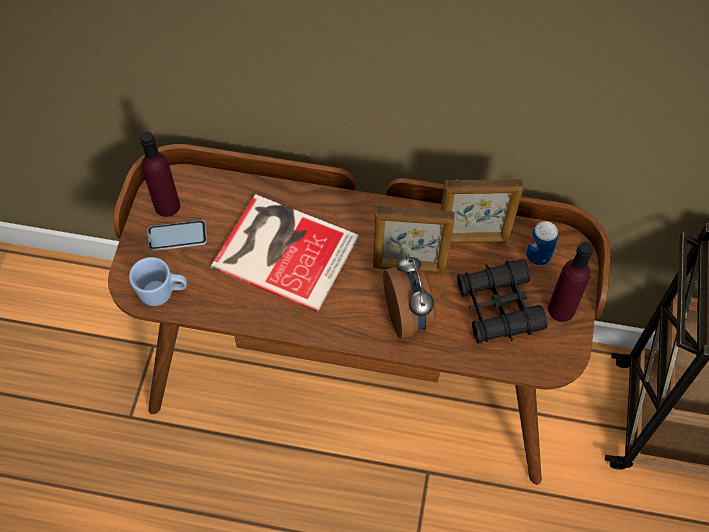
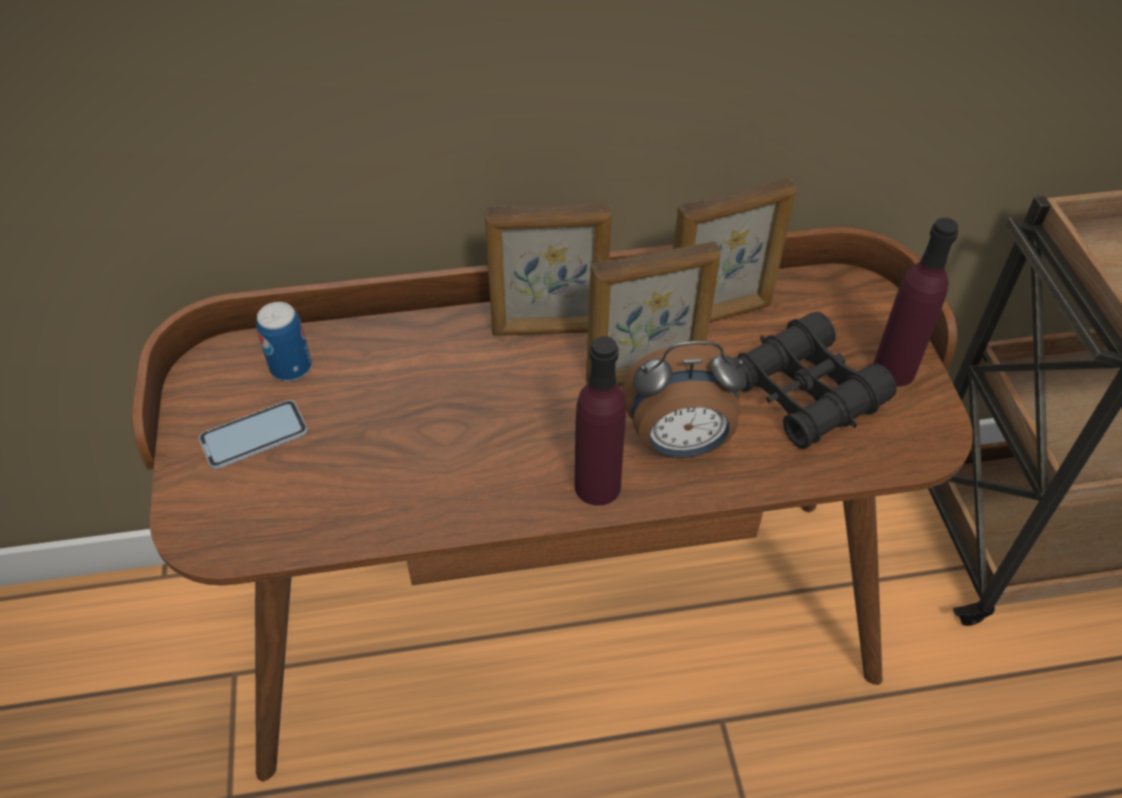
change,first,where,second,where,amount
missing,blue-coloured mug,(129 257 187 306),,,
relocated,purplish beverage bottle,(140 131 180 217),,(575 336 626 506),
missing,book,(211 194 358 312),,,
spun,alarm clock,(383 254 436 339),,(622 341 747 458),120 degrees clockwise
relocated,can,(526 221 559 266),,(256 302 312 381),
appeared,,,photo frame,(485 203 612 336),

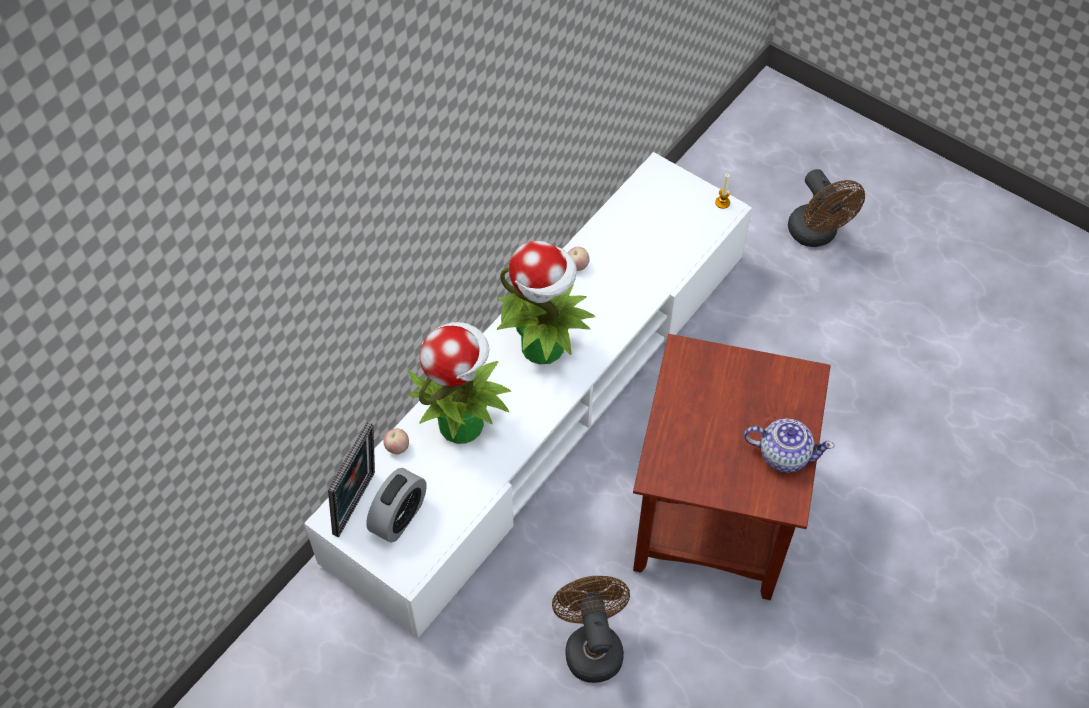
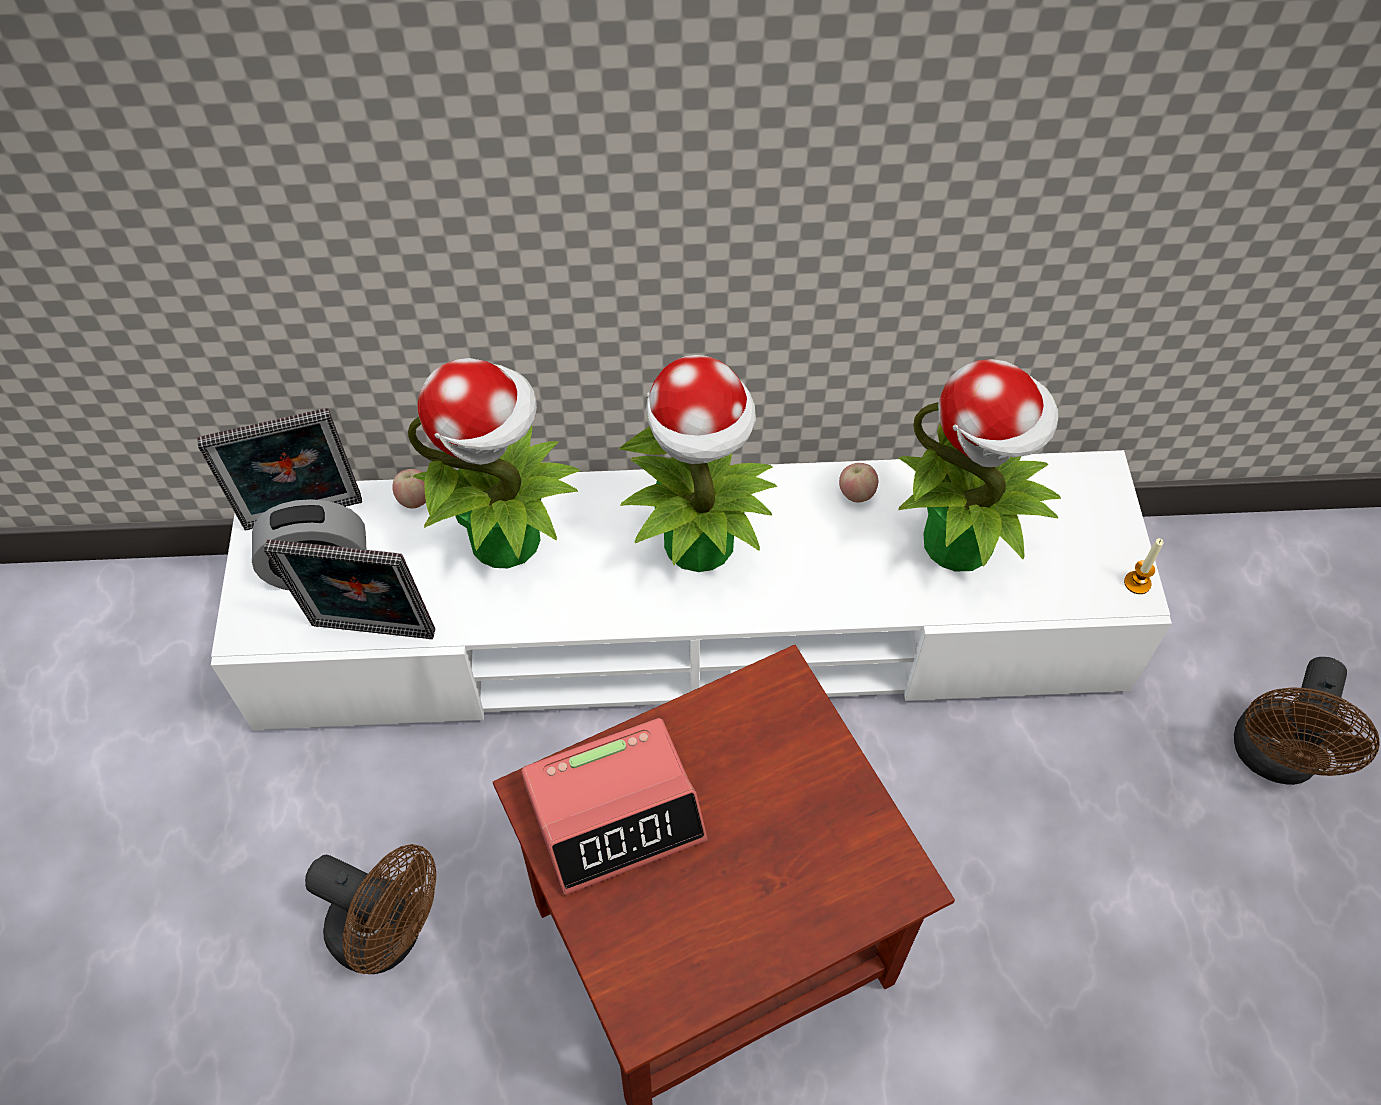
change,first,where,second,where,amount
spun,brown-coloured cooling fan,(552 576 630 683),,(305 844 436 974),75 degrees clockwise
missing,tea pot,(744 418 834 473),,,
appeared,,,photo frame,(264 539 436 639),
appeared,,,alarm clock,(522 718 708 895),
appeared,,,plant in a pot,(898 359 1061 571),

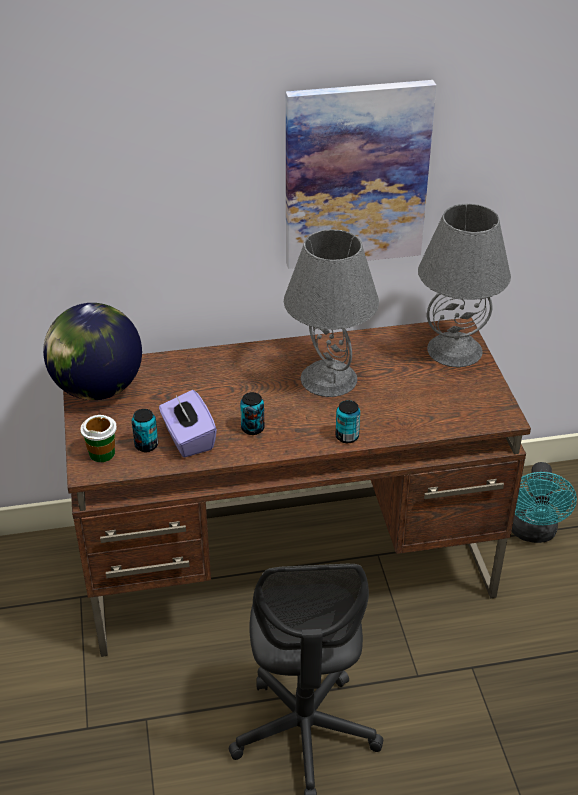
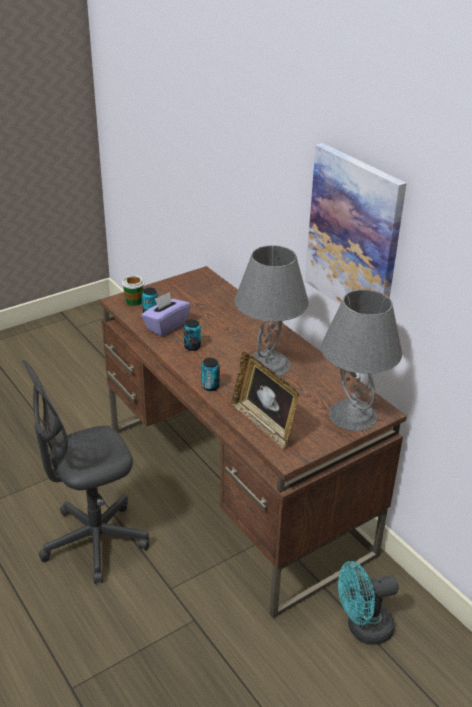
change,first,where,second,where,amount
missing,world globe,(43 303 142 400),,,
appeared,,,photo frame,(231 352 299 450),

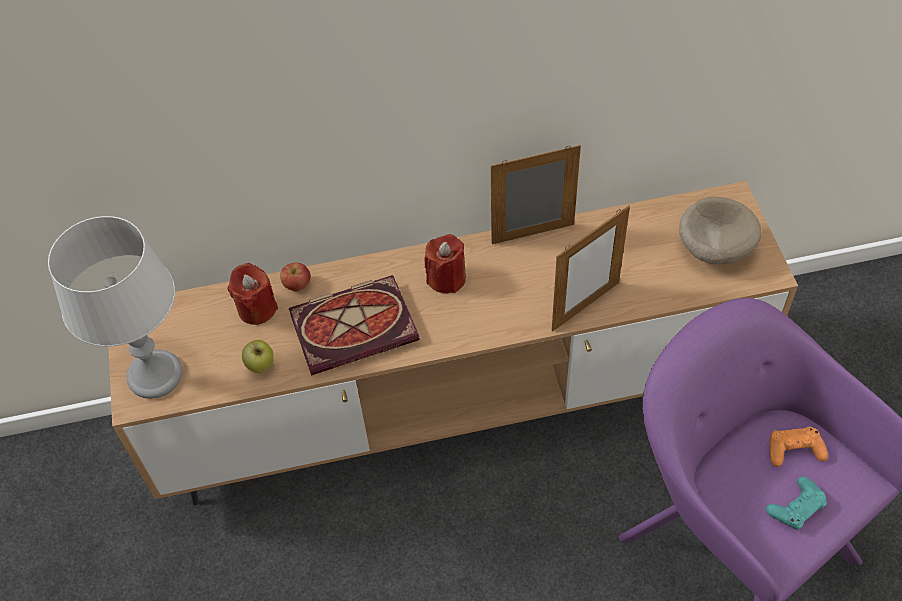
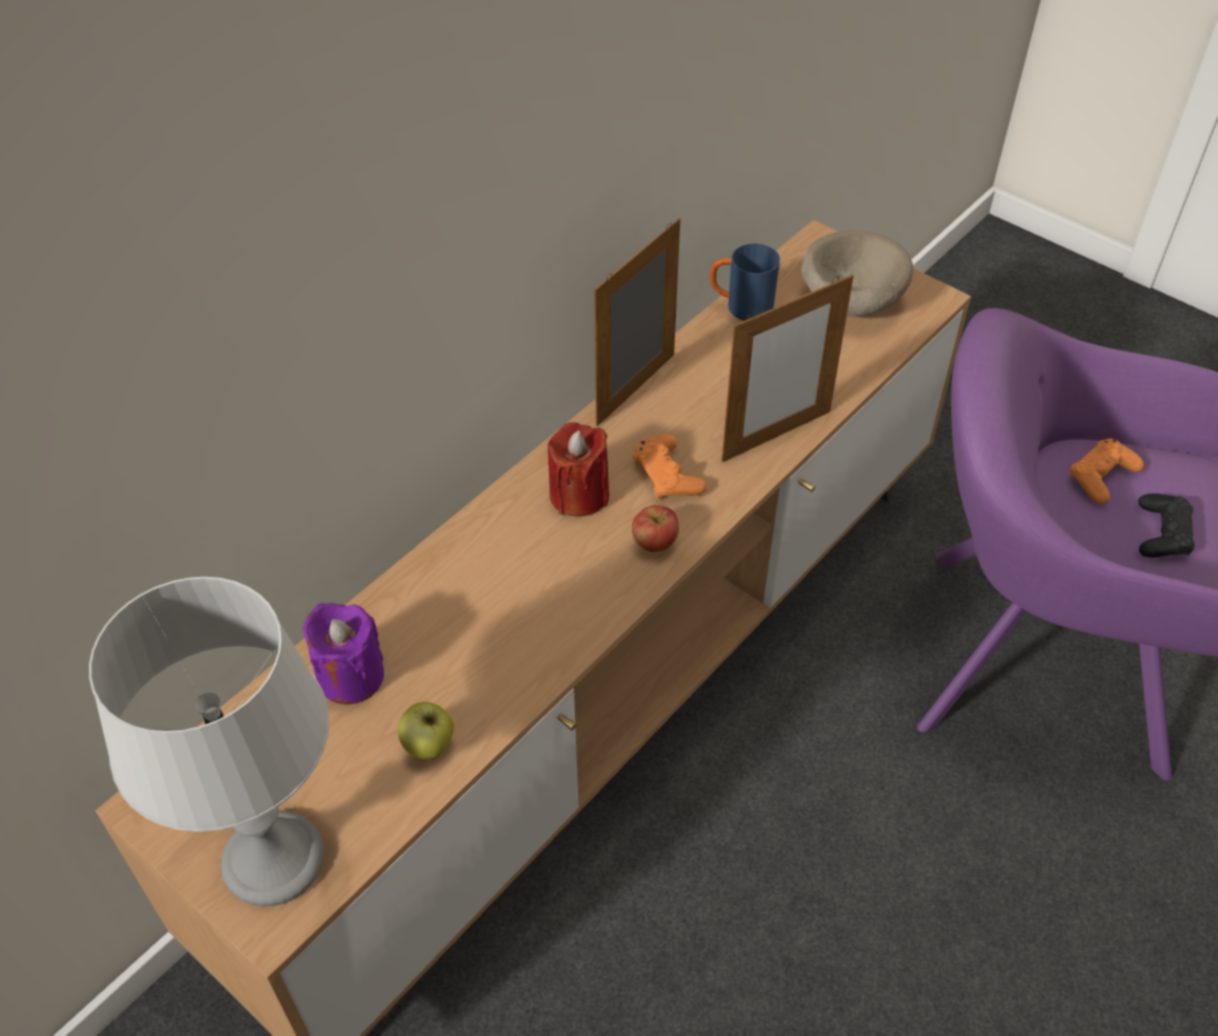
change,first,where,second,where,amount
colour,reddish wax candle,(227 263 278 325),purplish wax candle,(303 603 384 705),
relocated,whole apple,(280 263 311 291),,(632 505 679 552),
missing,book,(289 275 420 376),,,
spun,photo frame,(552 206 630 331),,(722 275 854 462),45 degrees clockwise
colour,turquoise-coloured gamepad,(766 476 827 530),black gamepad,(1138 494 1195 557),
appeared,,,orange gamepad,(633 434 707 499),
appeared,,,blue-coloured mug,(710 244 780 321),

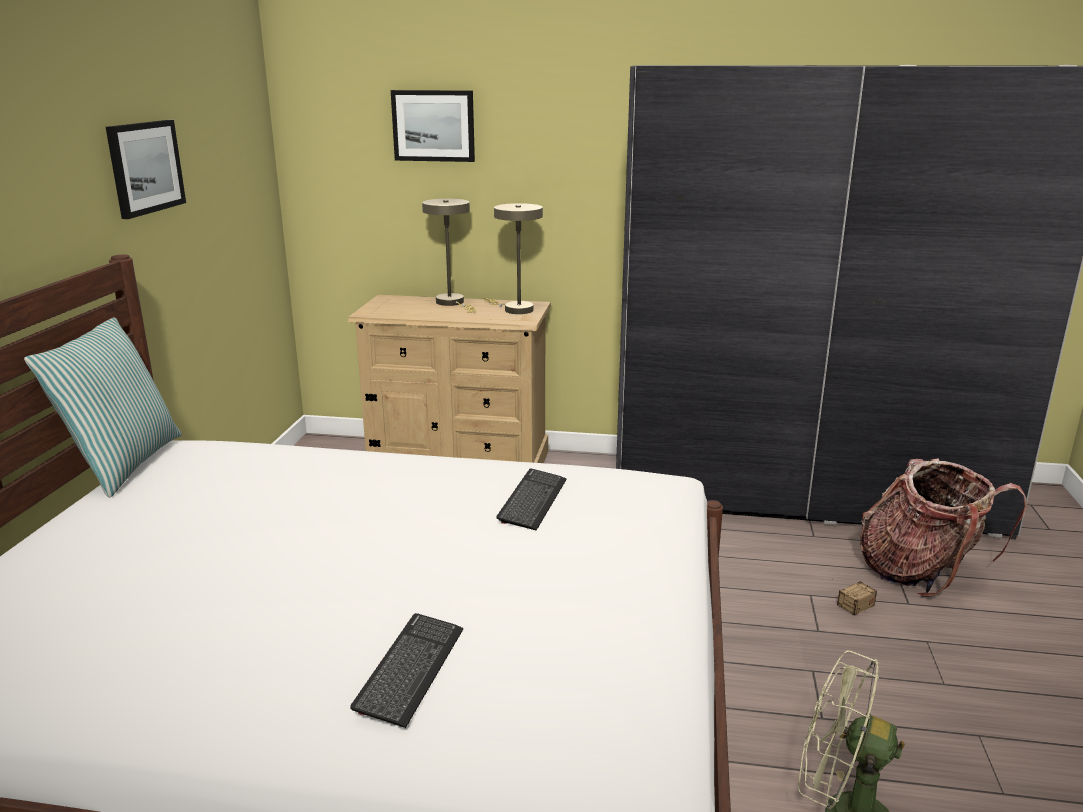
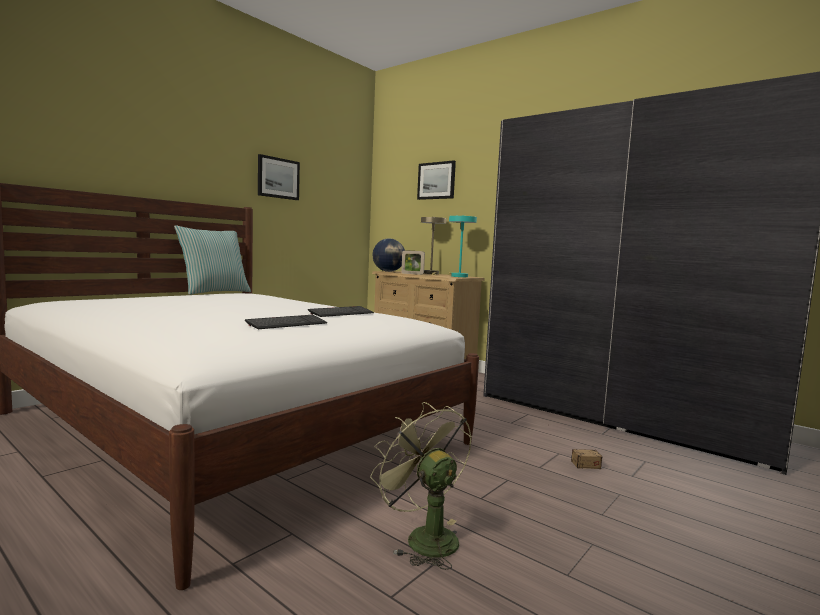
change,first,where,second,where,amount
relocated,computer keyboard,(350 613 463 728),,(245 315 327 329),
colour,beige tabletop lamp,(483 203 543 314),turquoise-coloured tabletop lamp,(449 216 477 277),
missing,knapsack,(860 458 1027 597),,,
appeared,,,world globe,(372 238 405 272),
appeared,,,photo frame,(401 250 425 275),

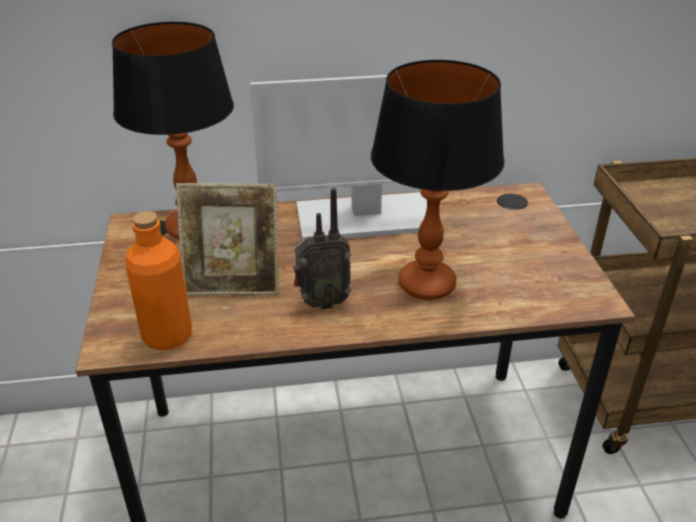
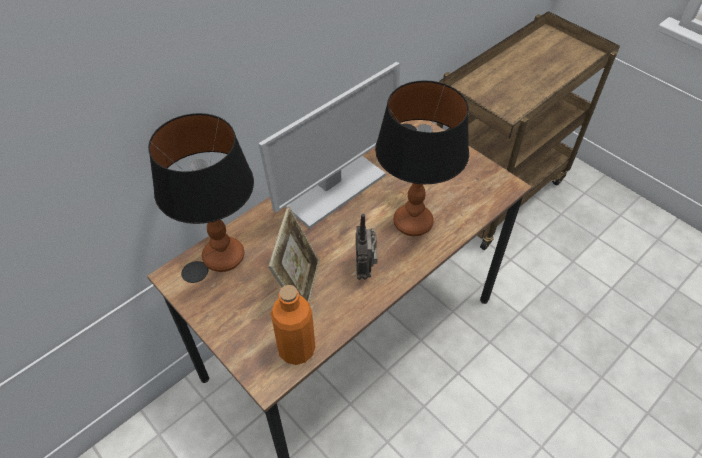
change,first,where,second,where,amount
spun,photo frame,(176 183 279 296),,(268 207 320 303),45 degrees counterclockwise
spun,radio set,(293 188 351 310),,(356 214 377 280),135 degrees clockwise

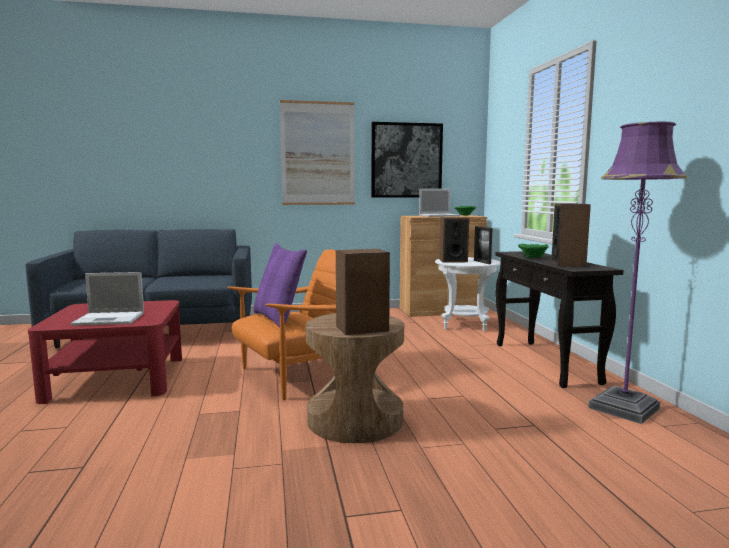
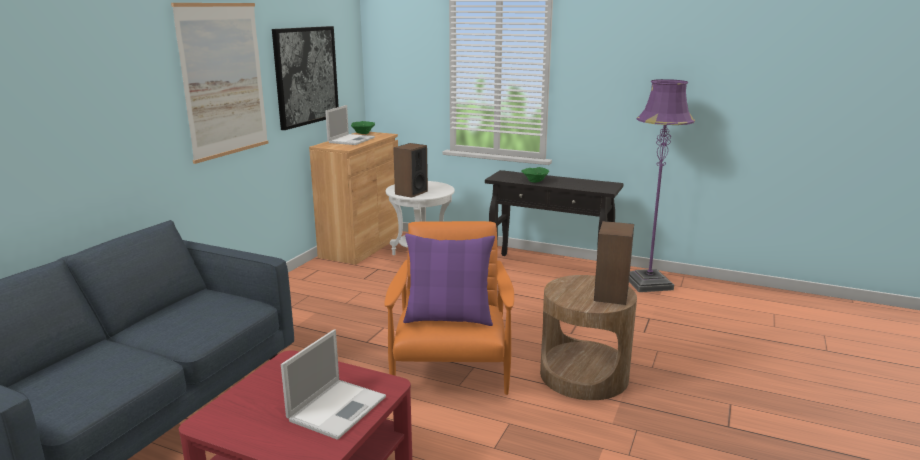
change,first,where,second,where,amount
missing,photo frame,(474 226 492 264),,,
missing,speaker,(551 204 591 267),,,

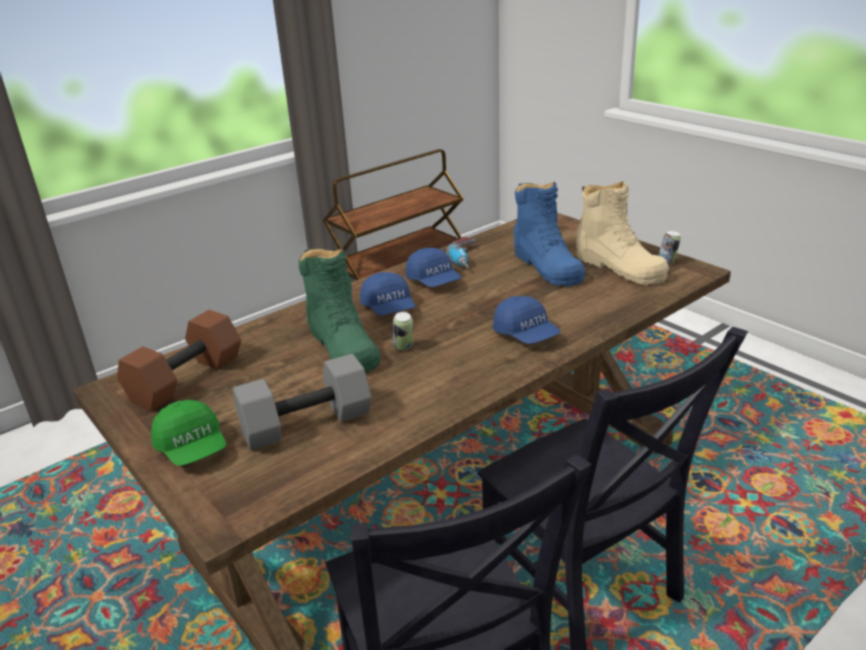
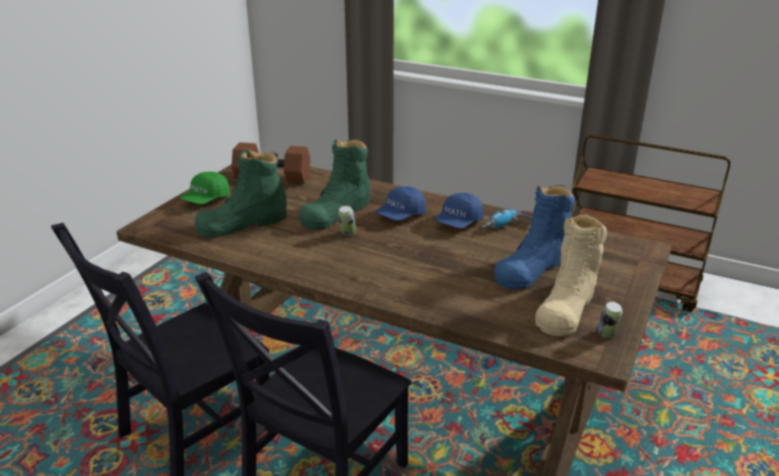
change,first,where,second,where,amount
exchanged,greyish dumbbell,(233 354 372 450),green-coloured high-top boot,(195 149 287 238),
missing,blue-coloured cap,(493 296 560 344),,,

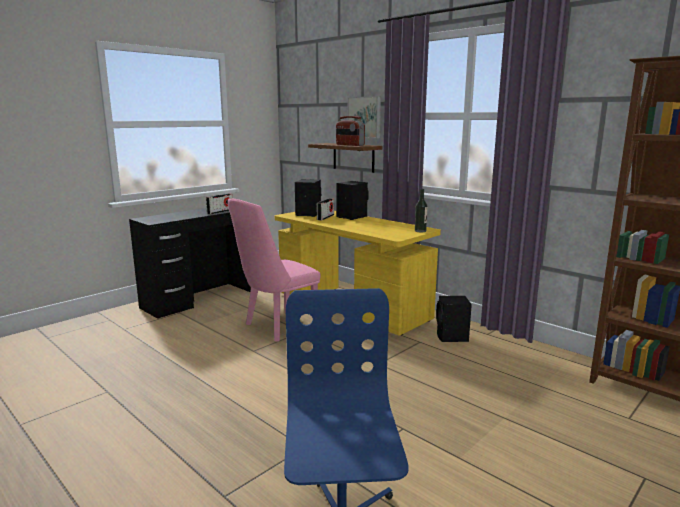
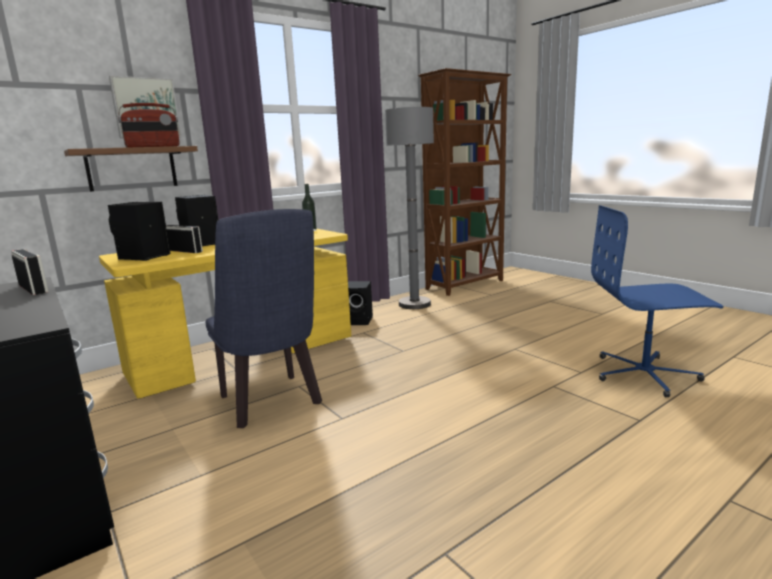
change,first,where,second,where,amount
colour,pink plain chair,(228 198 321 341),blue-coloured plain chair,(206 209 322 428),
appeared,,,greyish floor lamp,(385 107 434 309),

